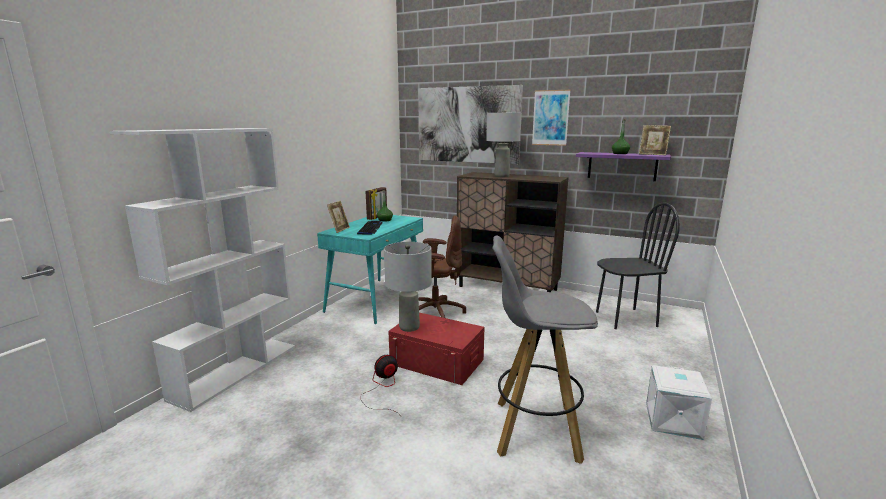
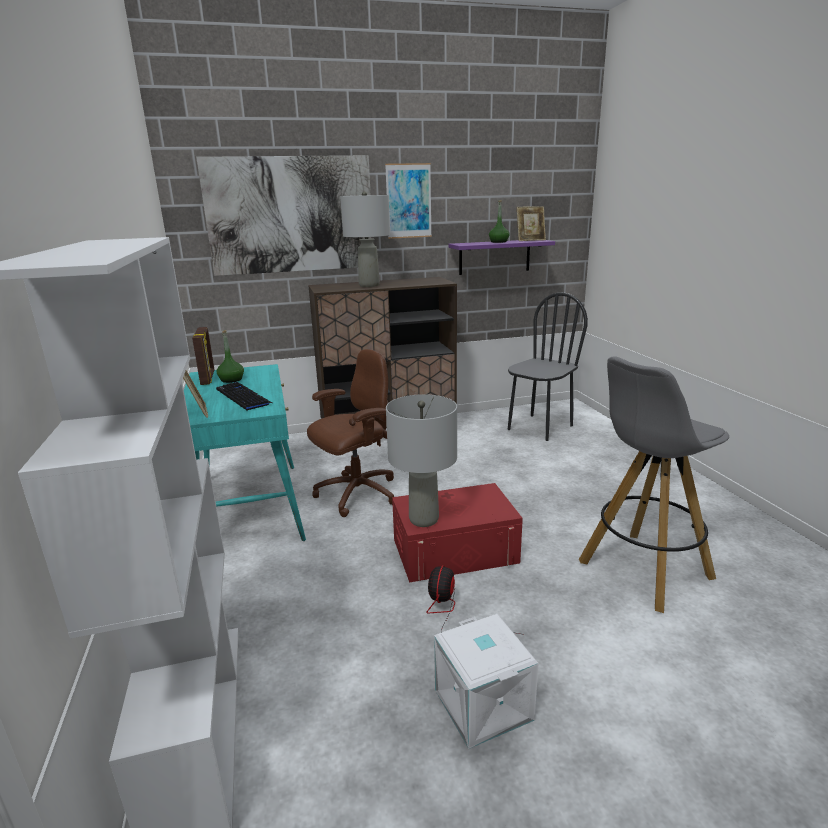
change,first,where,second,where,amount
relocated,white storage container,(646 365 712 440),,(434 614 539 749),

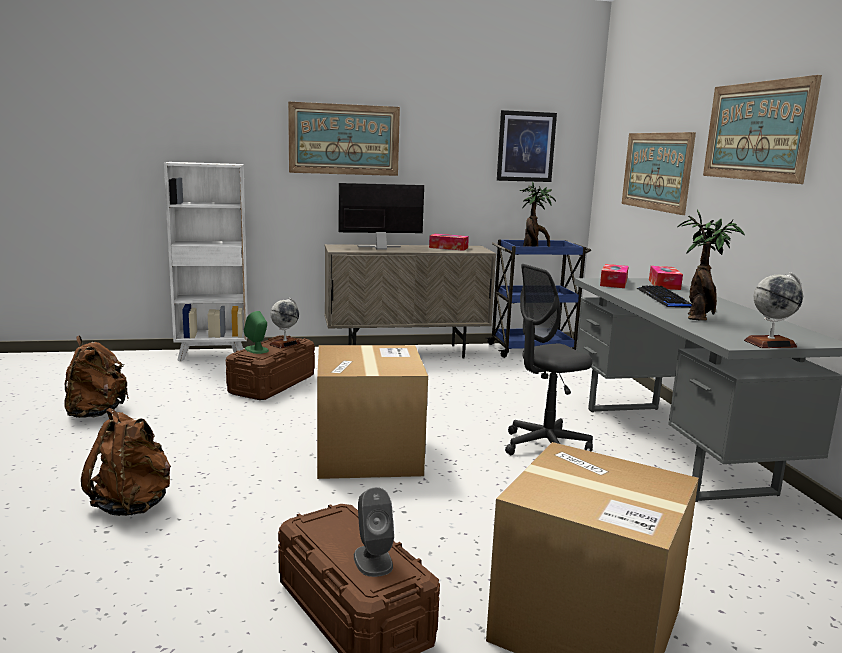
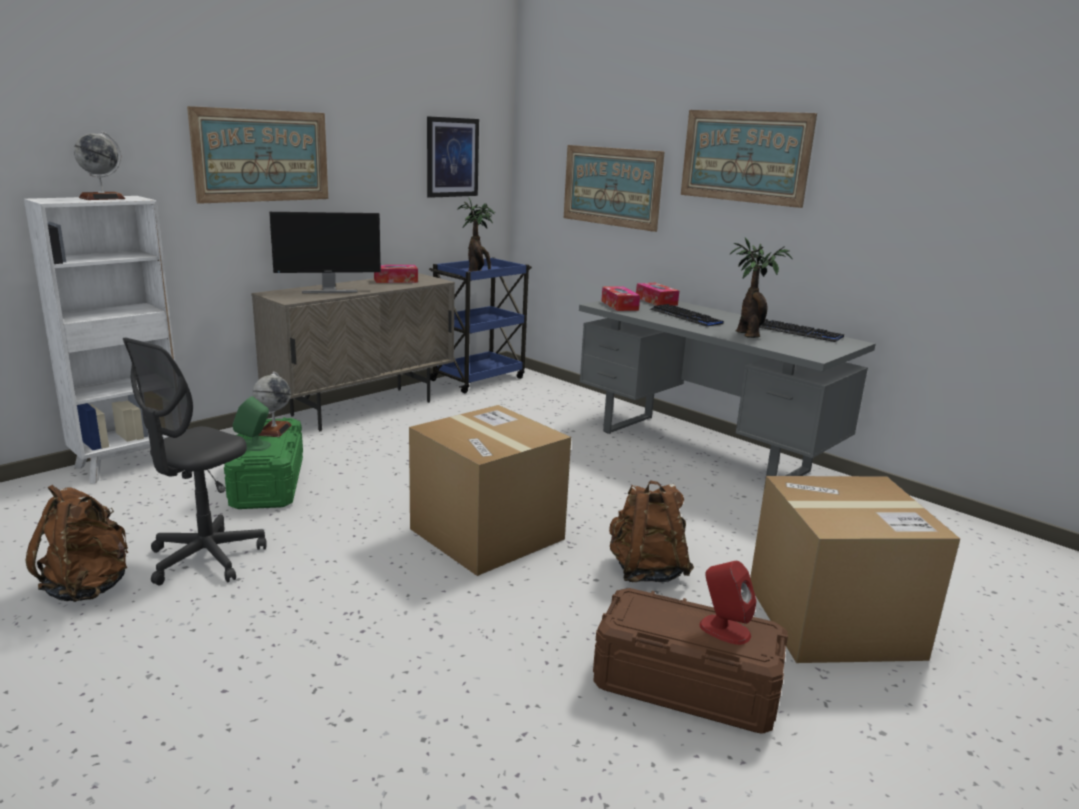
change,first,where,second,where,amount
relocated,brown-coloured knapsack,(81 408 171 516),,(609 481 694 582),
colour,brown-coloured storage container,(226 335 315 400),green-coloured storage container,(224 417 303 509),
spun,monitor,(338 183 424 250),,(269 212 381 293),150 degrees counterclockwise
colour,greyish speaker,(354 487 394 577),reddish speaker,(700 561 756 645),
relocated,greyish computer chair,(505 264 593 455),,(123 337 267 586),
relocated,world globe,(744 272 803 348),,(74 131 126 200),
appeared,,,computer keyboard,(759 319 844 342),

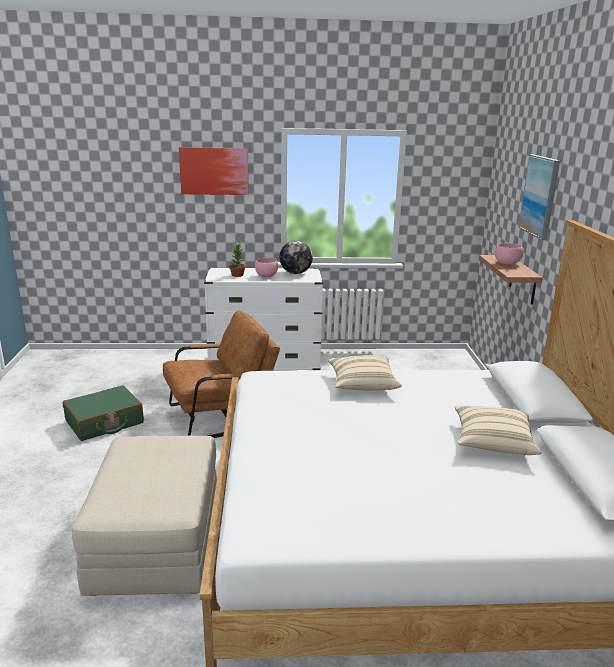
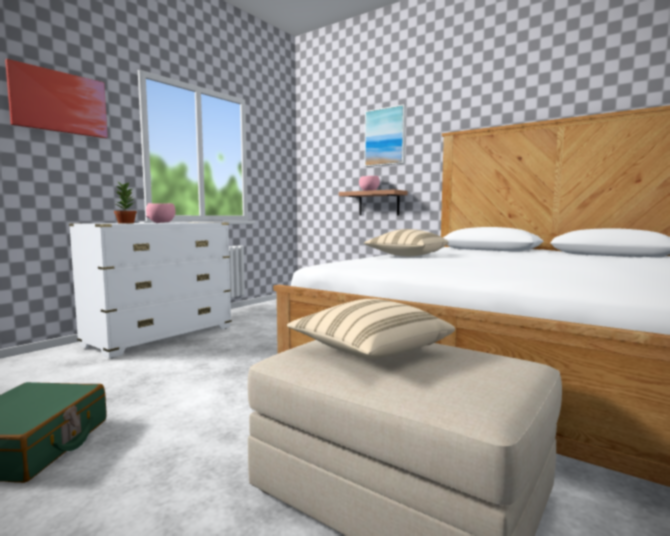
change,first,where,second,where,amount
missing,brown-coloured armchair,(163 310 280 438),,,
missing,world globe,(280 240 313 274),,,
relocated,beige pillow,(455 406 542 455),,(287 299 455 358),

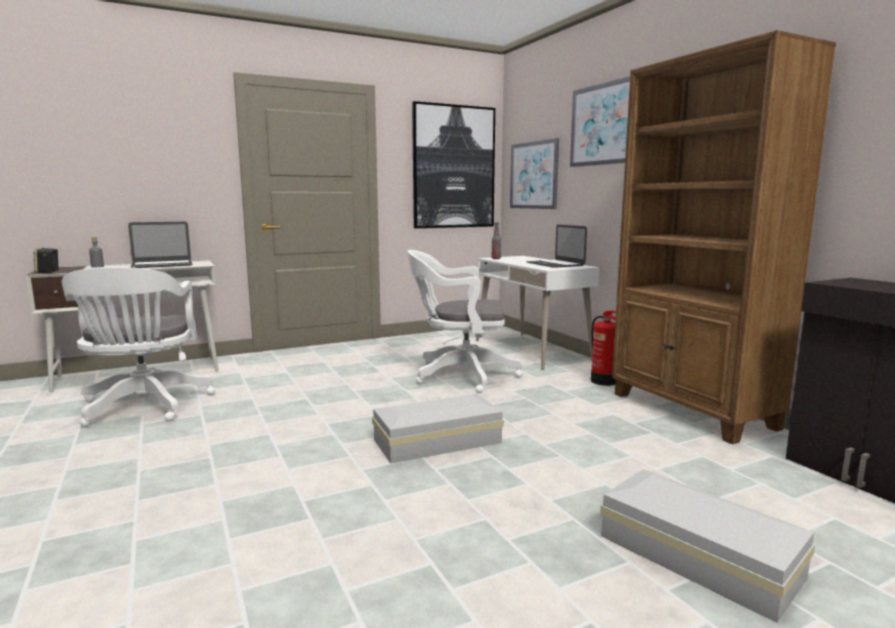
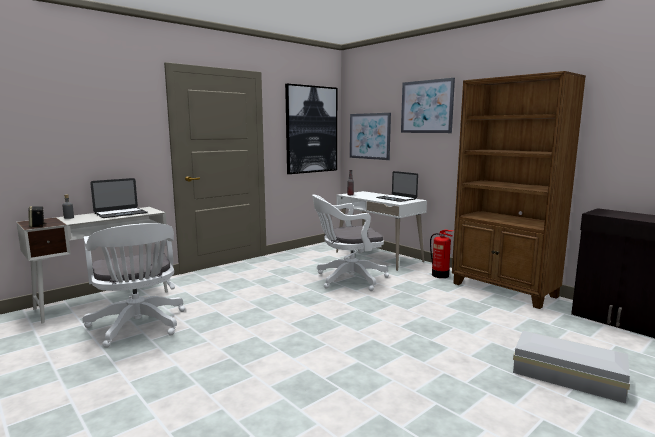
change,first,where,second,where,amount
missing,white storage container,(372 394 504 463),,,

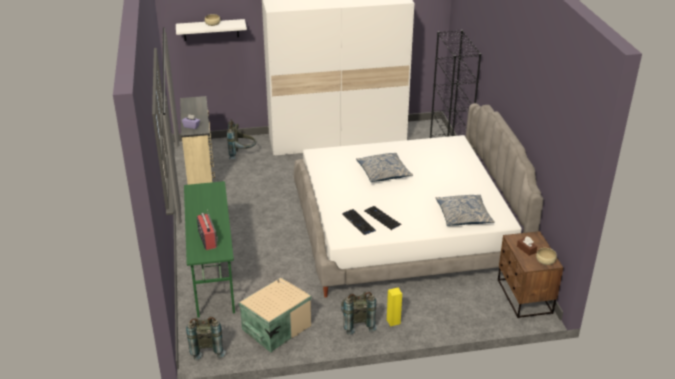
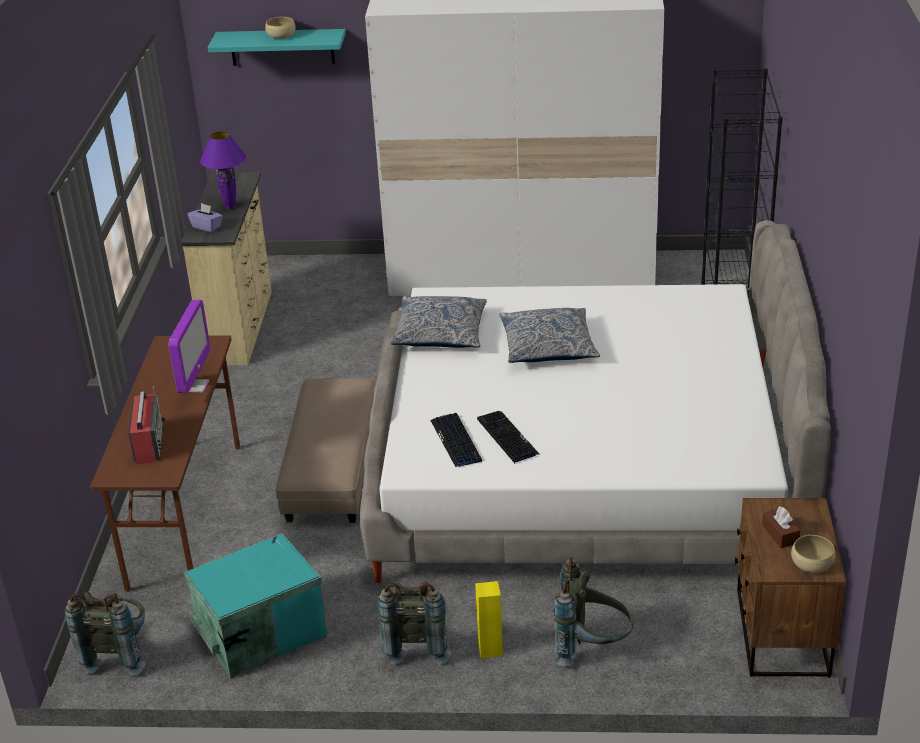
change,first,where,second,where,amount
colour,white bracket shelf,(176 19 247 41),turquoise-coloured bracket shelf,(208 29 346 66),
colour,green-coloured desk unit,(184 181 235 318),brown-coloured desk unit,(90 335 240 592),
relocated,greyish knapsack,(227 119 256 159),,(554 557 633 666),
colour,beige storage container,(239 278 312 352),turquoise-coloured storage container,(184 533 327 679),
relocated,pillow,(435 195 495 226),,(391 296 487 348),
appeared,,,monitor,(168 300 210 393),
appeared,,,purplish tabletop lamp,(200 131 246 209),
appeared,,,beige footrest,(276 378 376 523),

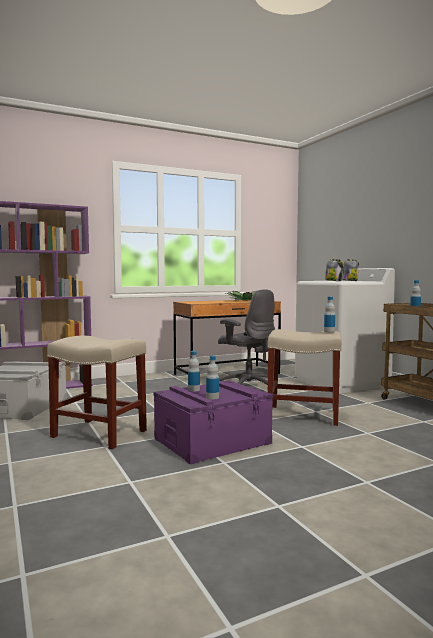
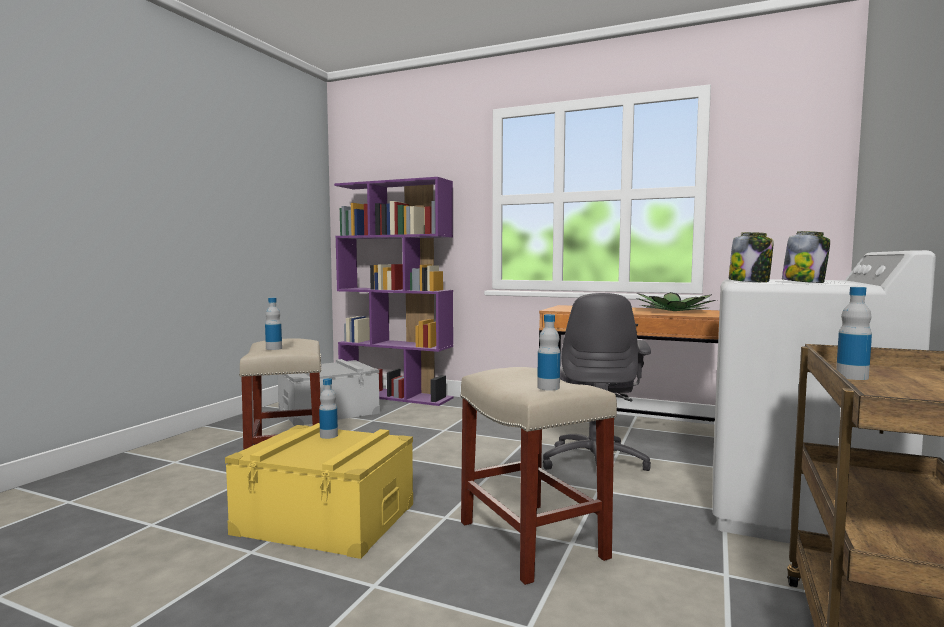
change,first,where,second,where,amount
colour,purplish storage container,(153 380 273 465),yellowish storage container,(225 423 413 559),
relocated,beverage bottle,(206 356 219 399),,(265 298 282 350),

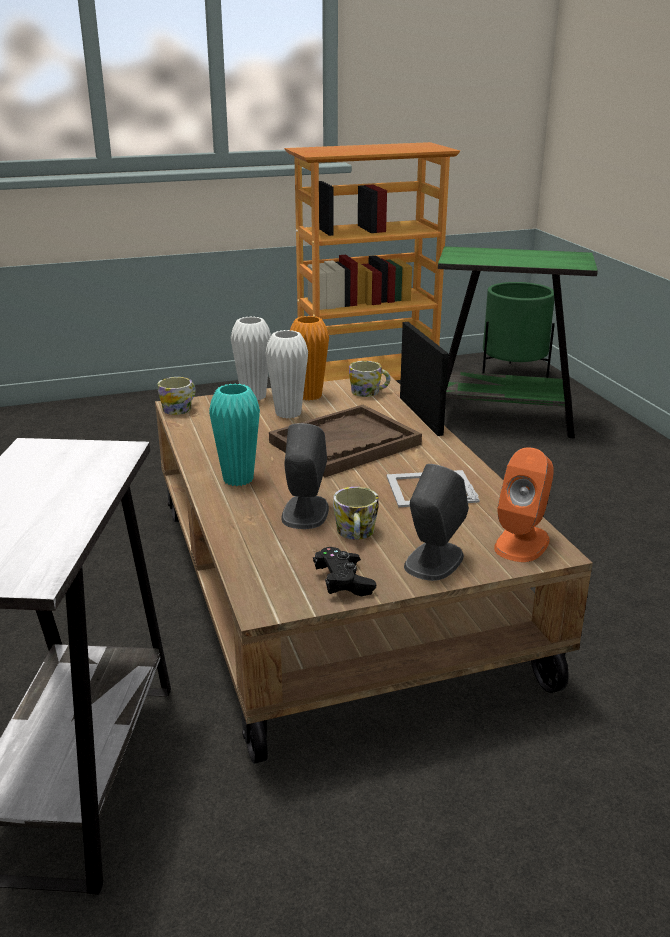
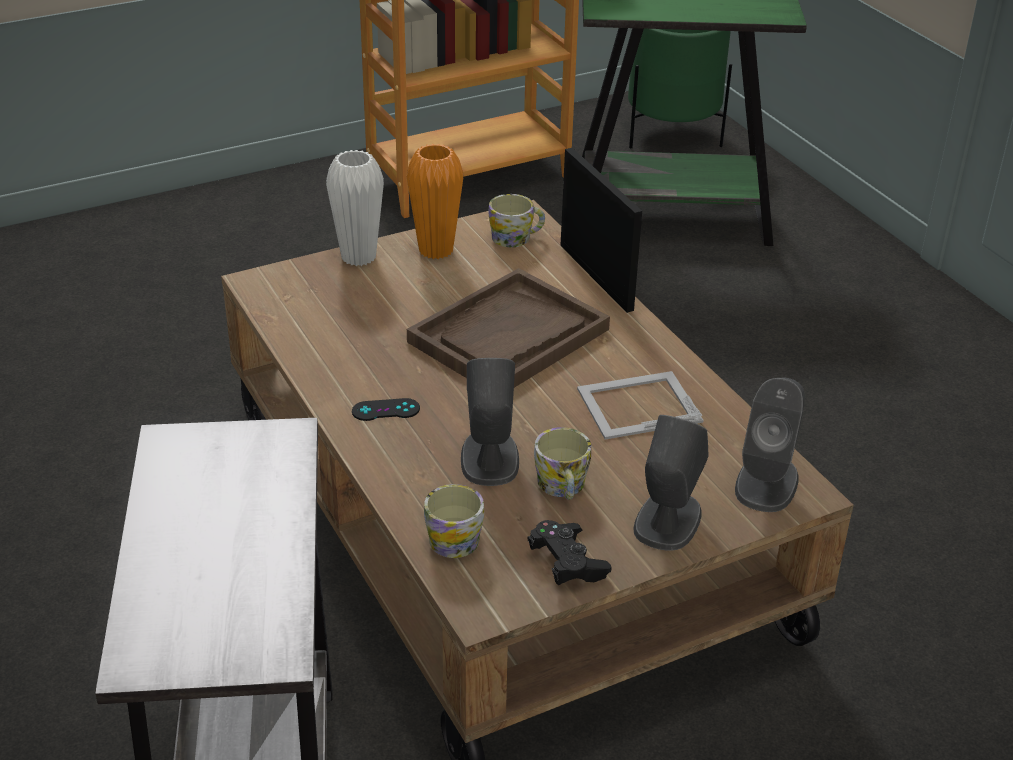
change,first,where,second,where,amount
relocated,mug,(158 377 196 415),,(424 484 484 558),
exchanged,turquoise-coloured vase,(209 383 260 486),black gamepad,(352 398 420 421),
missing,white vase,(266 330 308 419),,,
colour,orange speaker,(494 447 554 562),greyish speaker,(735 378 805 512),

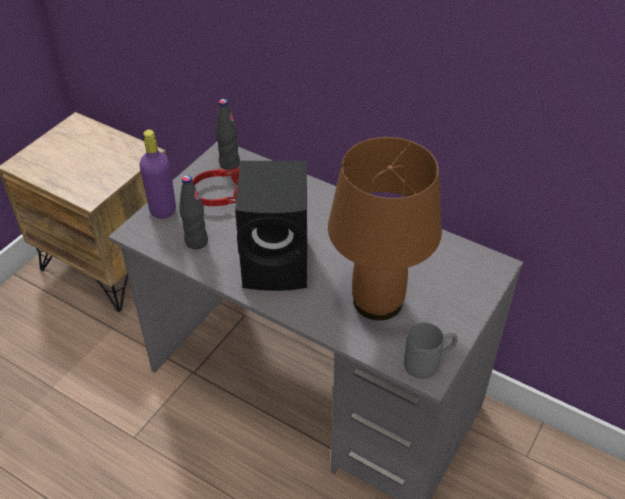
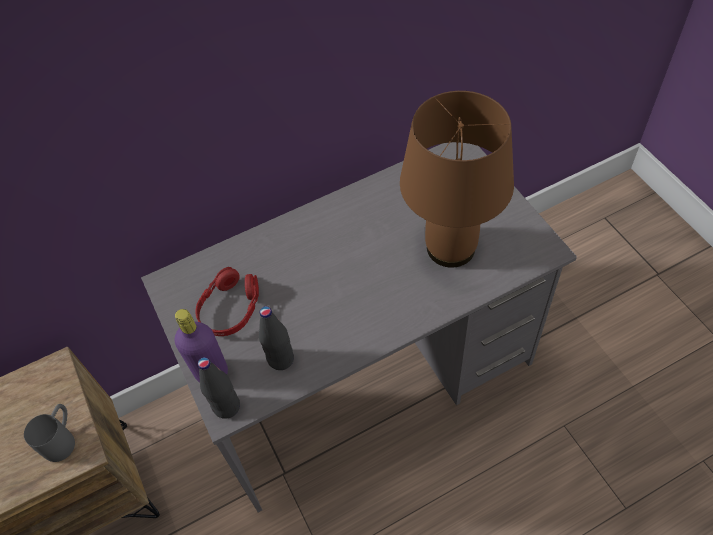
change,first,where,second,where,amount
relocated,black beverage bottle,(216 99 240 170),,(198 357 240 419),
missing,black speaker,(235 161 307 291),,,
relocated,greyish mug,(404 322 458 379),,(24 404 75 462),

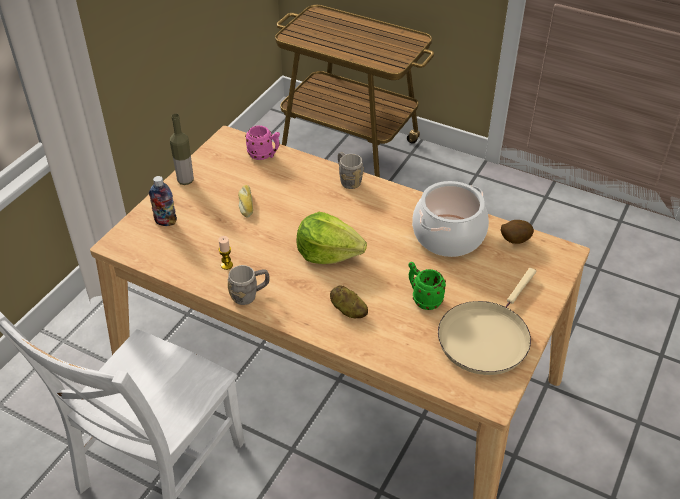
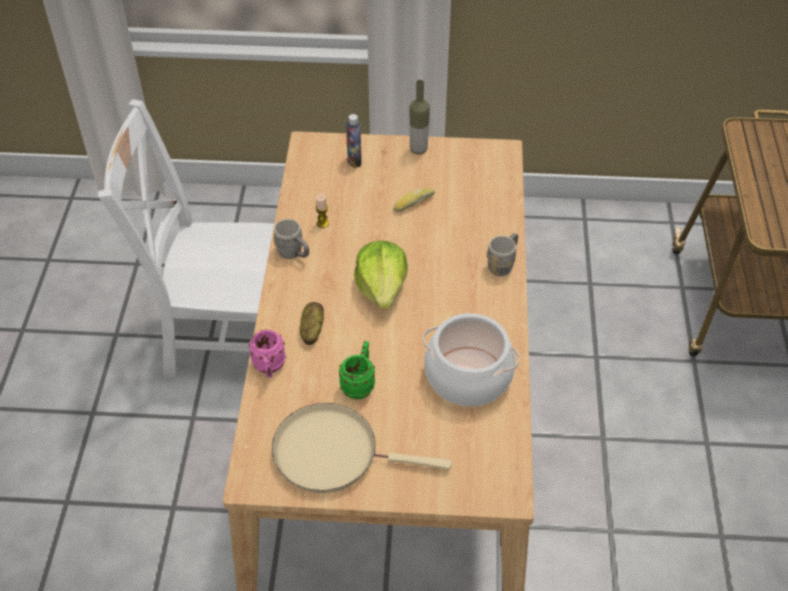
change,first,where,second,where,amount
relocated,pink mug,(245 125 280 160),,(248 330 286 378),
missing,potato,(501 220 534 244),,,

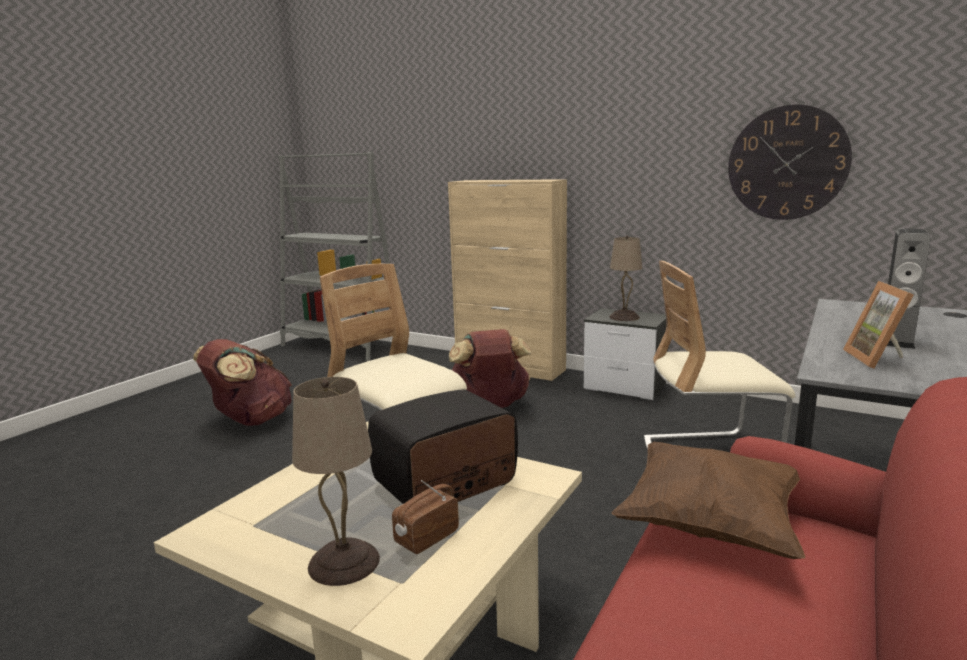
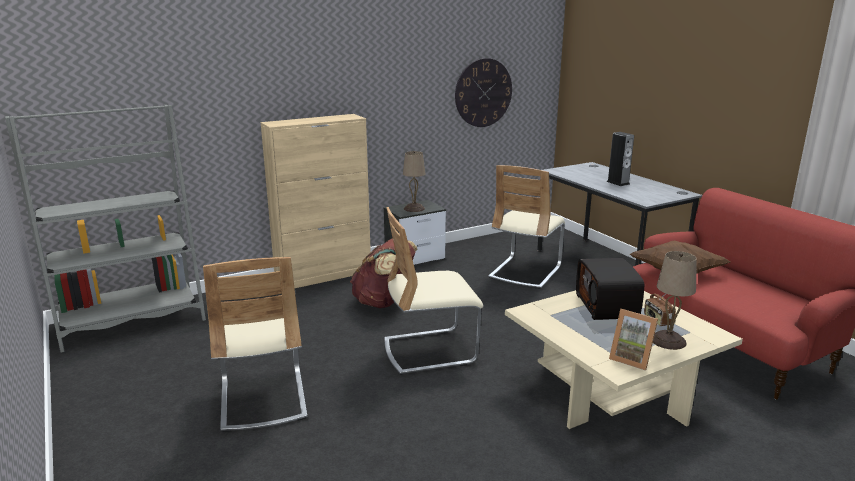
change,first,where,second,where,amount
exchanged,brown-coloured knapsack,(193 339 292 426),beige plain chair,(203 257 307 432),
relocated,photo frame,(843 281 914 368),,(609 309 658 370),

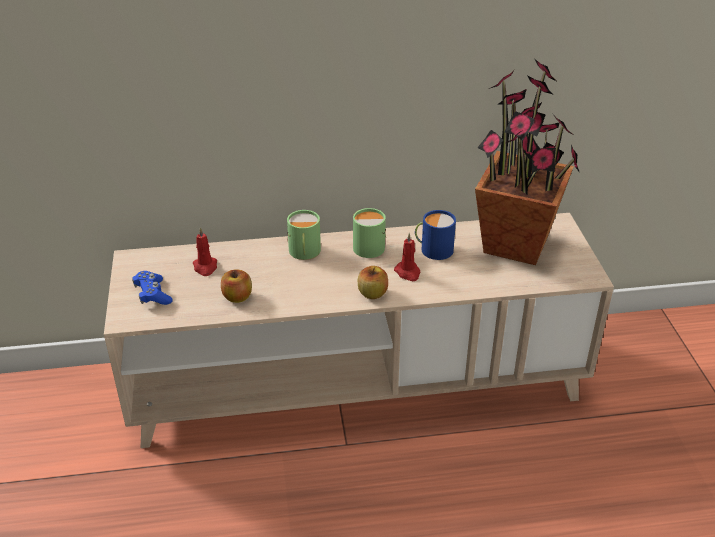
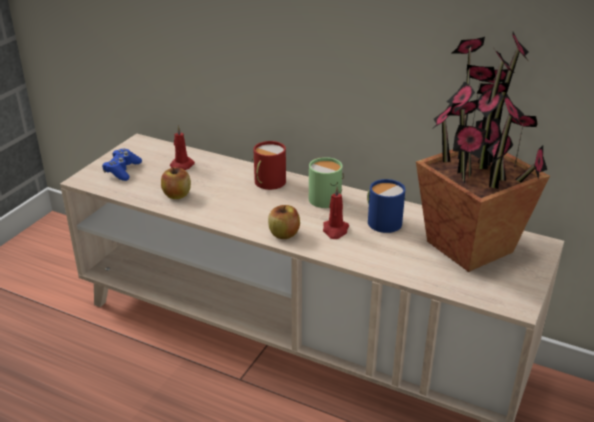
change,first,where,second,where,amount
colour,green-coloured mug,(287 210 321 260),reddish mug,(252 141 286 190),

